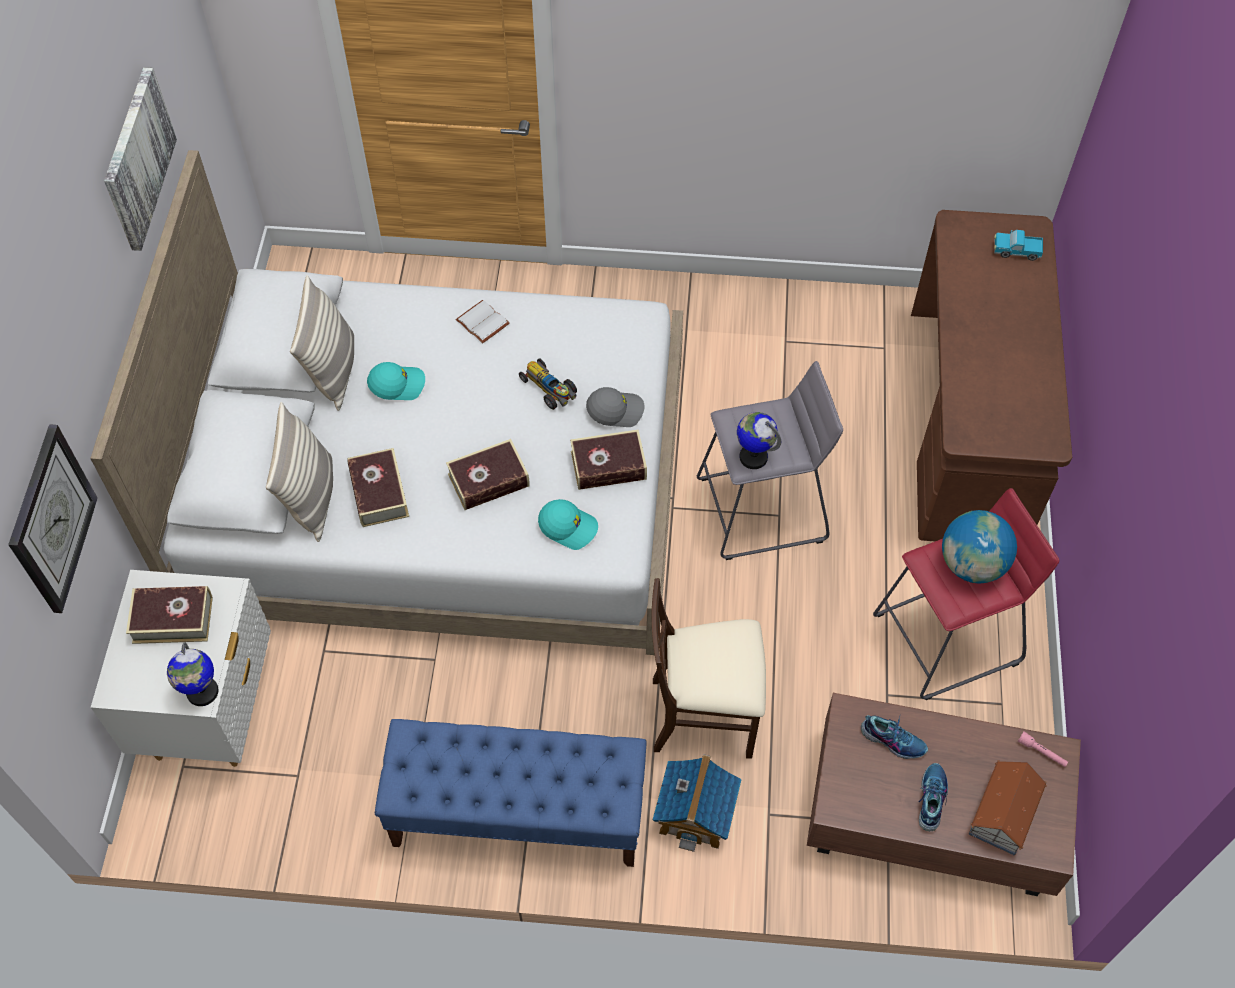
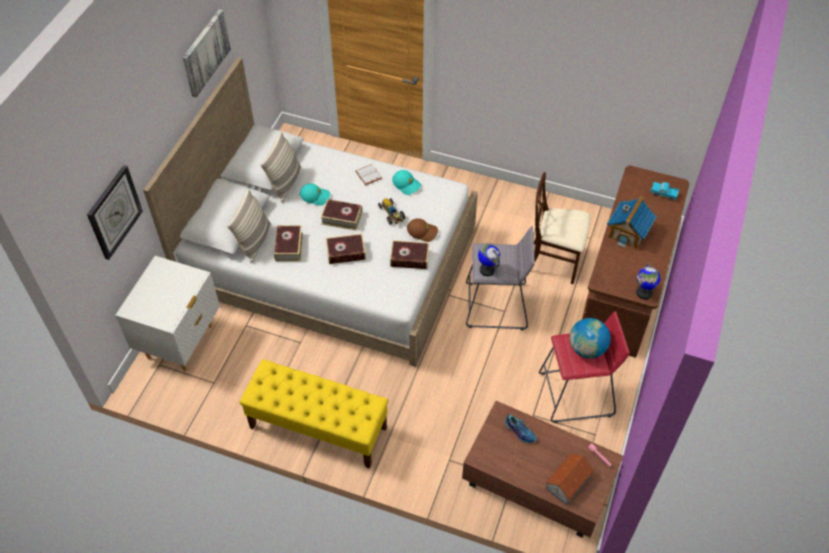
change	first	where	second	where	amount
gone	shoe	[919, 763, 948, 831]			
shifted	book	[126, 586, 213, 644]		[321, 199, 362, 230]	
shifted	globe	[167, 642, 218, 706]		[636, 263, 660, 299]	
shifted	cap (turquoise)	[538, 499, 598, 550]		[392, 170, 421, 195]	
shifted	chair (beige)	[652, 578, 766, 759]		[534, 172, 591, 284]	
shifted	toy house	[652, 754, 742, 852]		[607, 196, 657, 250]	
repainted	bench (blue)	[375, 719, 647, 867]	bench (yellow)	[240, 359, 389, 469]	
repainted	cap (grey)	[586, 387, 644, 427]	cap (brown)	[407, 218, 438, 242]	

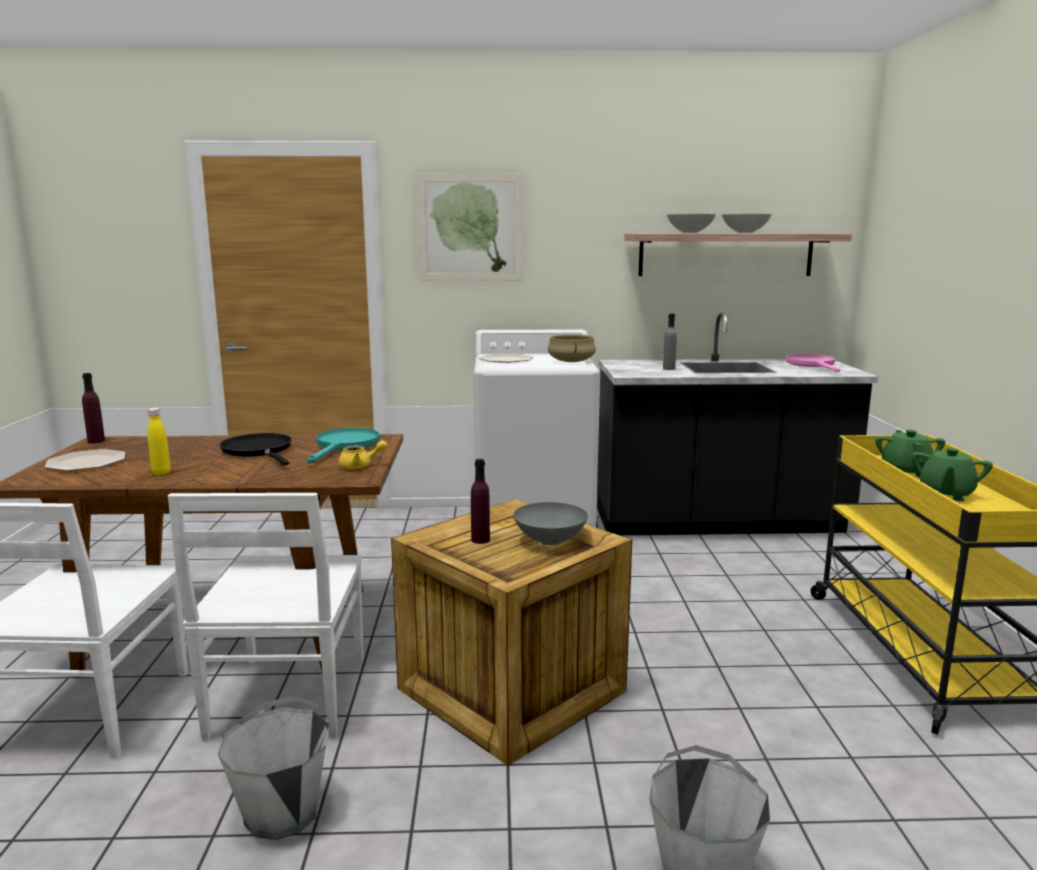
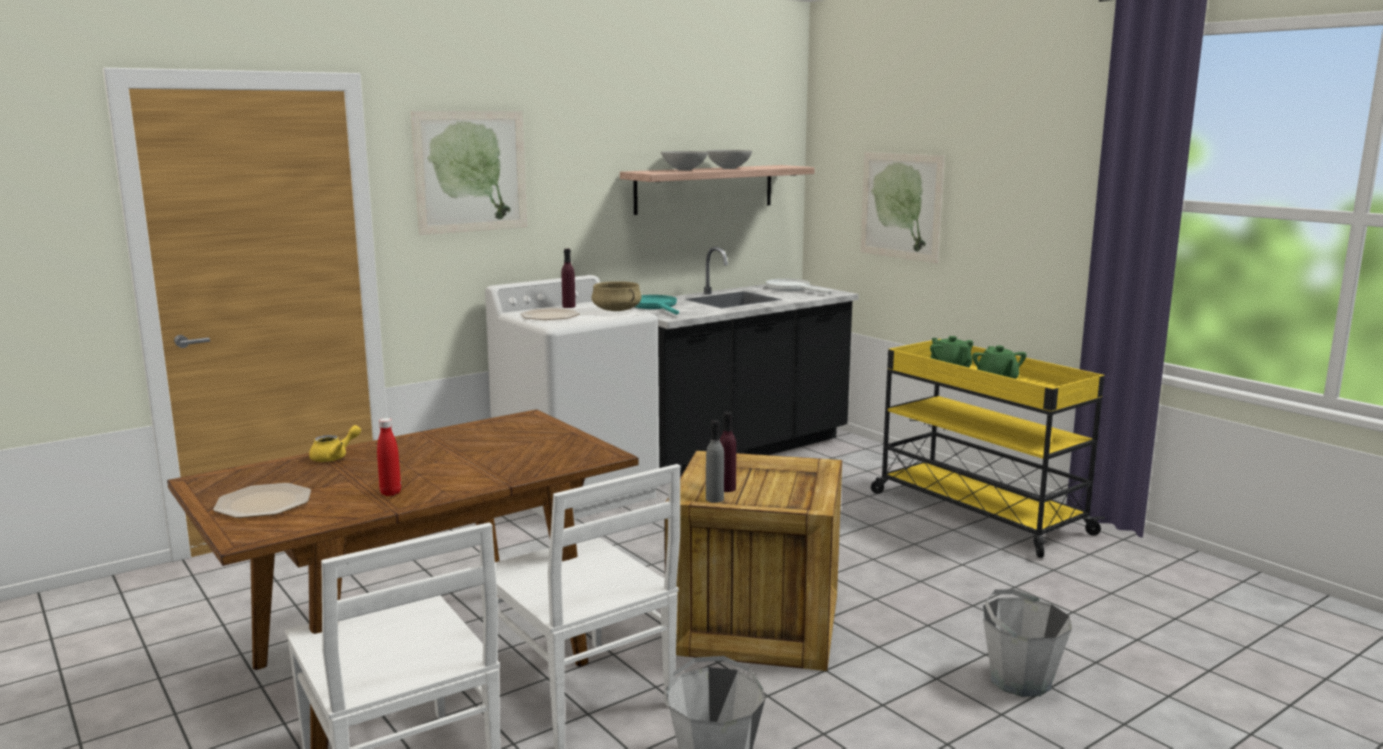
change	first	where	second	where	amount
gone	frying pan (black)	[219, 433, 292, 465]			
gone	bowl (grey)	[514, 502, 588, 545]			
new			picture	[860, 152, 945, 263]	
shifted	bottle (purple)	[82, 373, 105, 444]		[562, 249, 575, 308]	
shifted	frying pan (turquoise)	[307, 428, 380, 463]		[635, 295, 679, 315]	
shifted	teapot (yellow)	[338, 440, 388, 469]		[309, 425, 361, 462]	
shifted	bottle (grey)	[663, 314, 677, 370]		[706, 420, 724, 503]	
repainted	bottle (yellow)	[148, 408, 171, 475]	bottle (red)	[377, 418, 401, 496]	
repainted	frying pan (pink)	[785, 354, 840, 372]	frying pan (white)	[766, 279, 831, 294]	

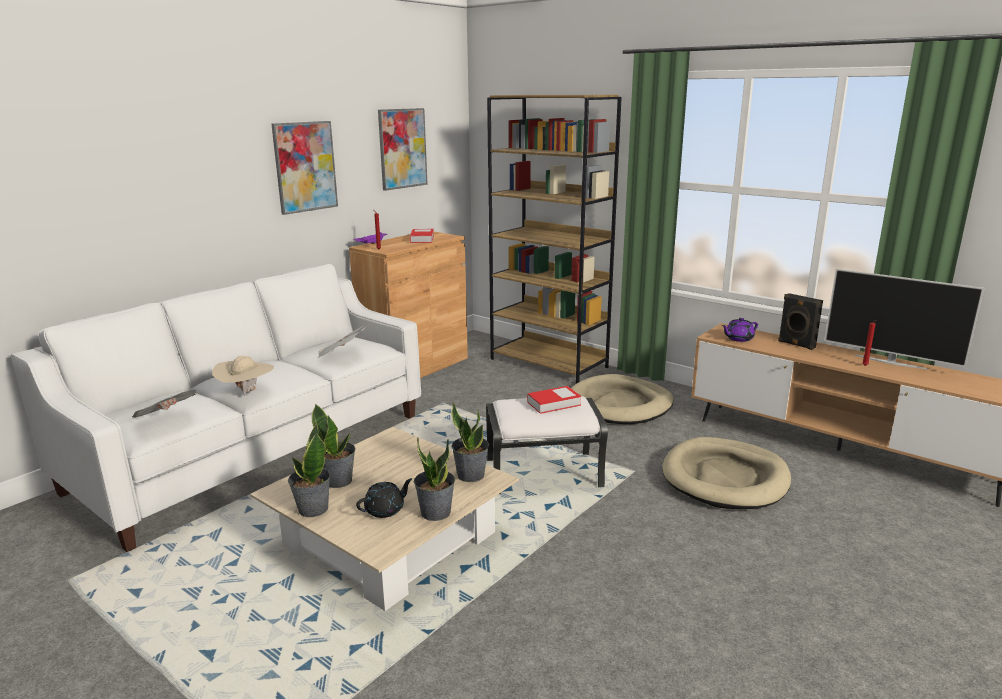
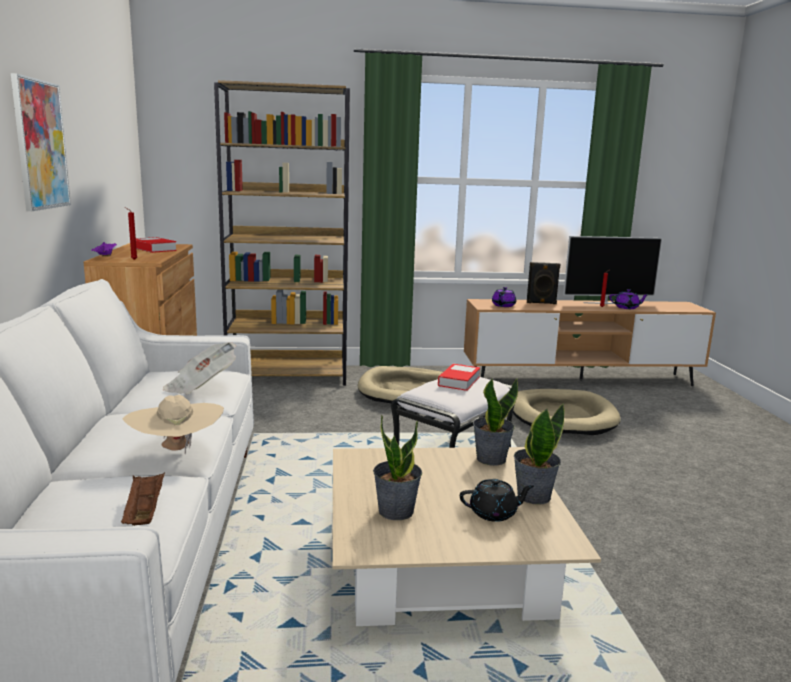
change	first	where	second	where	amount
gone	potted plant	[288, 424, 330, 517]			
gone	picture	[378, 108, 428, 191]			
new			teapot (purple)	[609, 289, 649, 309]	
swapped	newspaper	[132, 390, 196, 418]	tray (brown)	[121, 472, 165, 526]	
rotated	teapot (black)	[356, 478, 412, 518]		[460, 479, 534, 522]	75 degrees clockwise

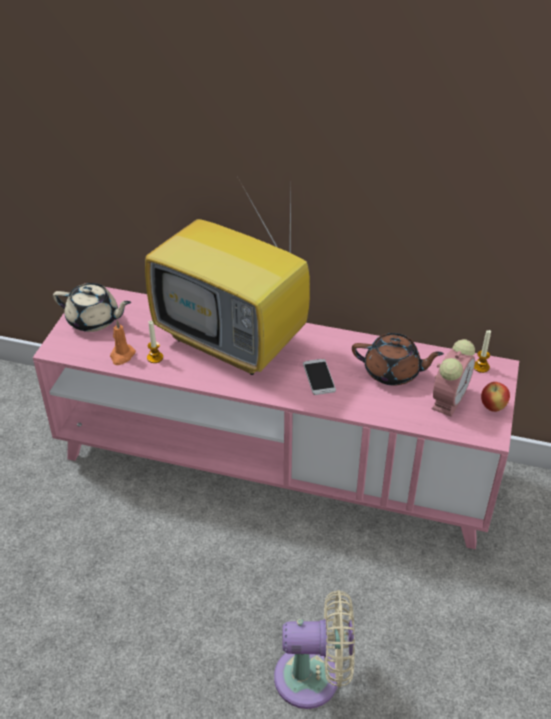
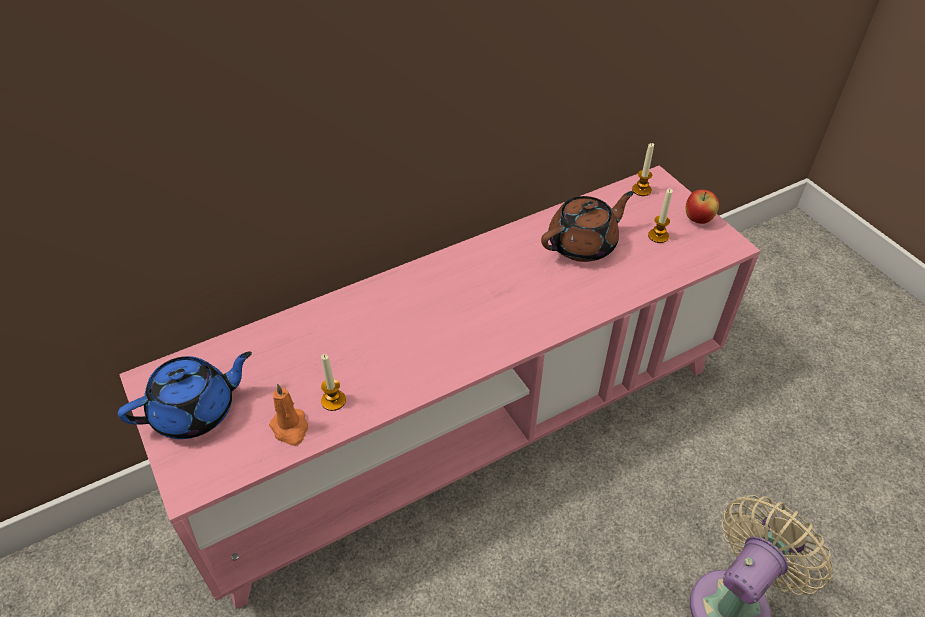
change	first	where	second	where	amount
gone	television	[145, 178, 310, 375]			
gone	phone	[303, 359, 336, 395]			
swapped	alarm clock	[432, 339, 475, 417]	candle	[648, 188, 673, 243]	
repainted	teapot (beige)	[53, 283, 131, 332]	teapot (blue)	[118, 351, 252, 439]	

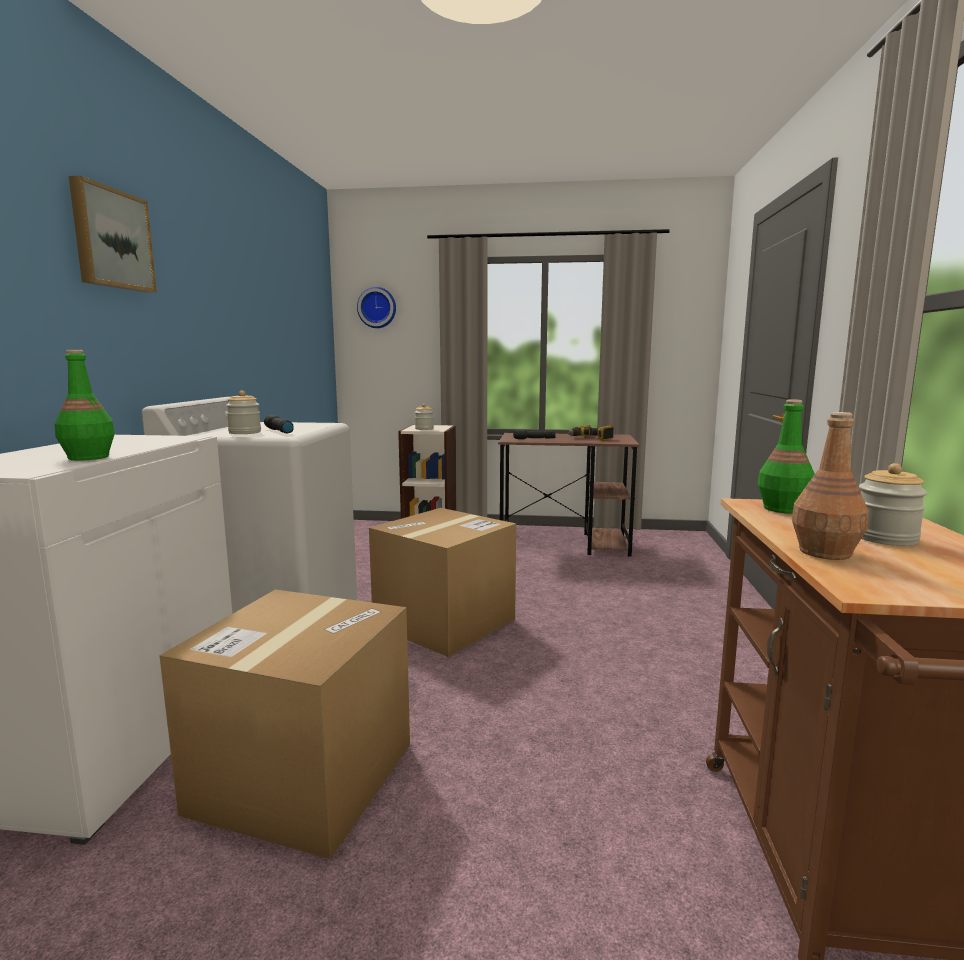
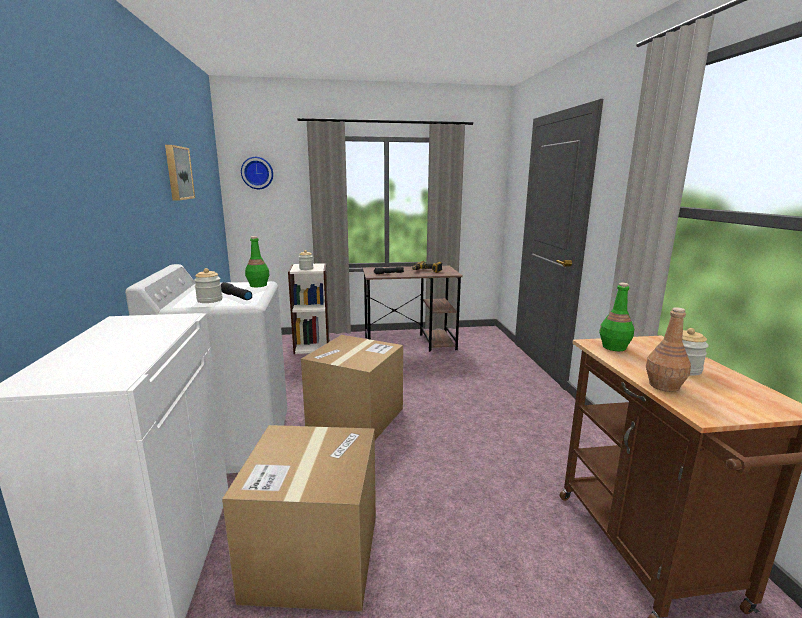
change	first	where	second	where	amount
shifted	bottle (green)	[55, 350, 115, 461]		[245, 236, 270, 287]	
shifted	picture	[69, 176, 157, 293]		[165, 145, 195, 200]	

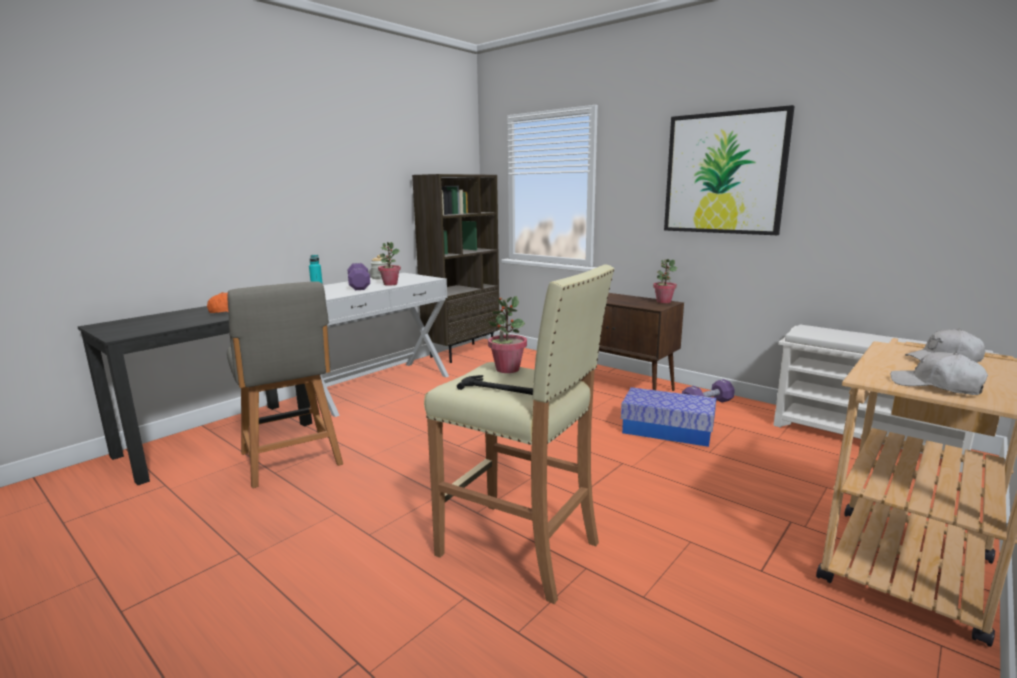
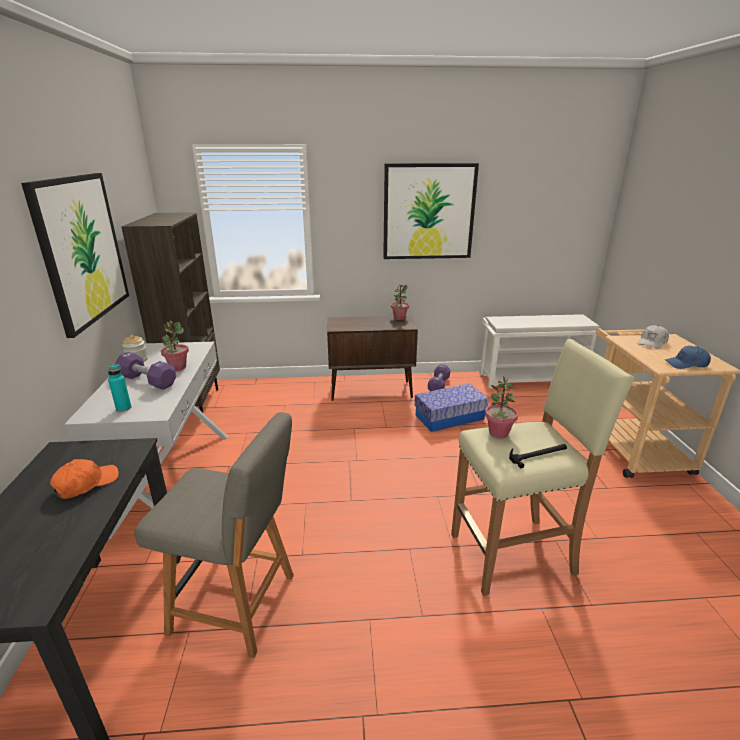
change	first	where	second	where	amount
new			picture	[21, 173, 129, 338]	
repainted	cap (white)	[891, 352, 988, 395]	cap (blue)	[665, 346, 711, 369]	

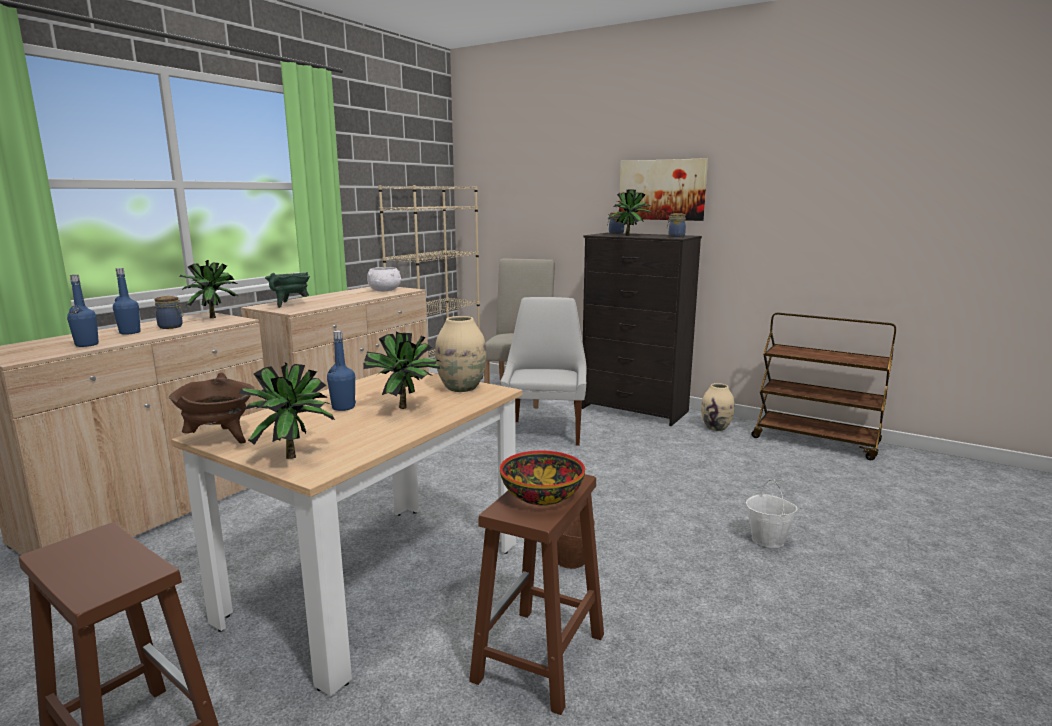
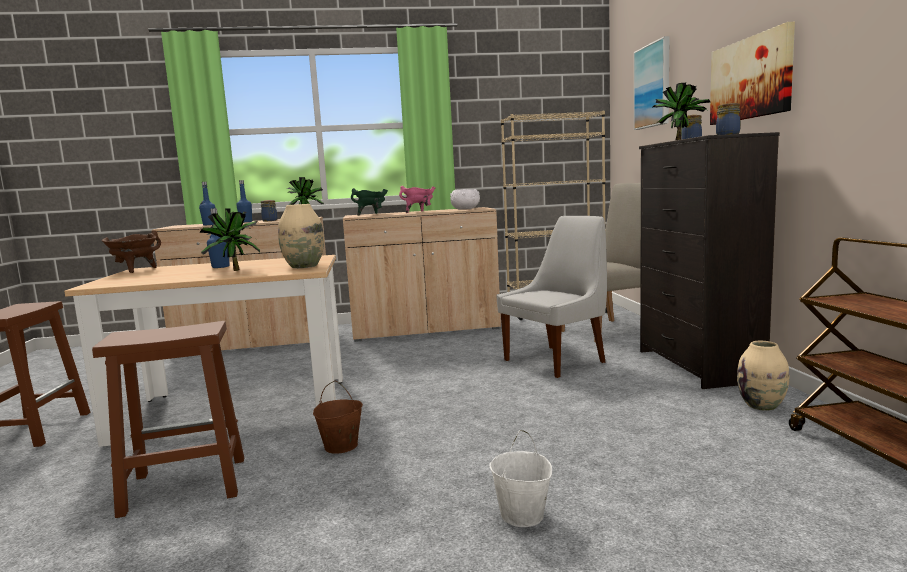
change	first	where	second	where	amount
gone	potted plant	[239, 362, 335, 459]			
gone	bowl	[500, 451, 585, 505]			
new			cooking pot (pink)	[399, 186, 435, 213]	
new			picture	[634, 36, 670, 130]	

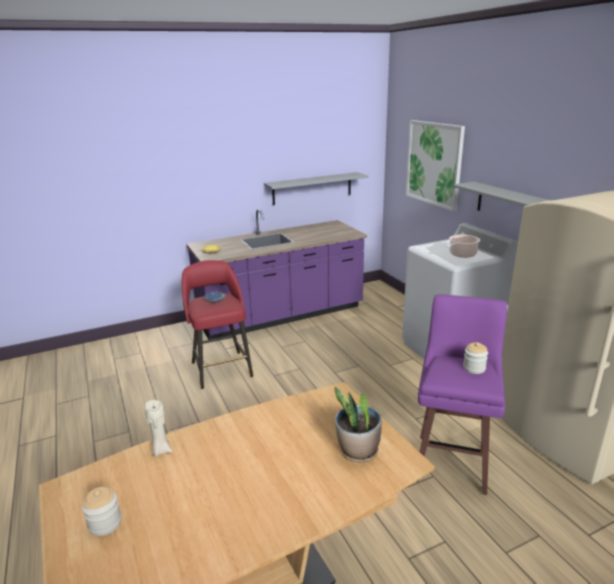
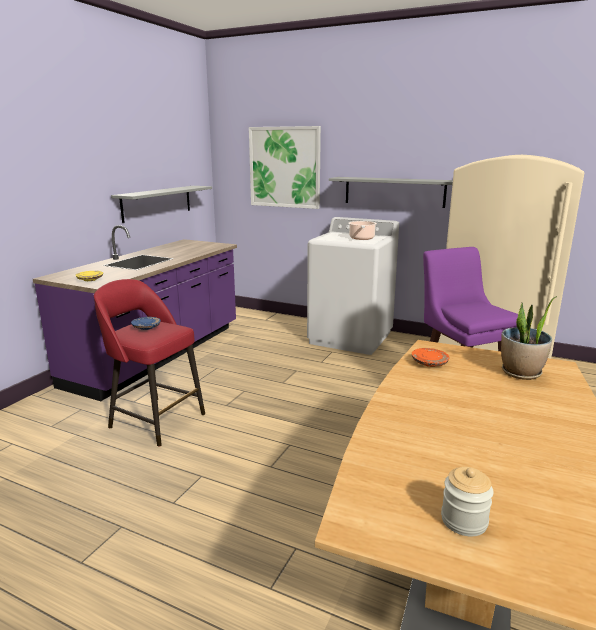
change	first	where	second	where	amount
gone	candle (beige)	[145, 400, 173, 456]			
gone	jar	[463, 342, 488, 374]			
new			plate (orange)	[412, 348, 450, 367]	

